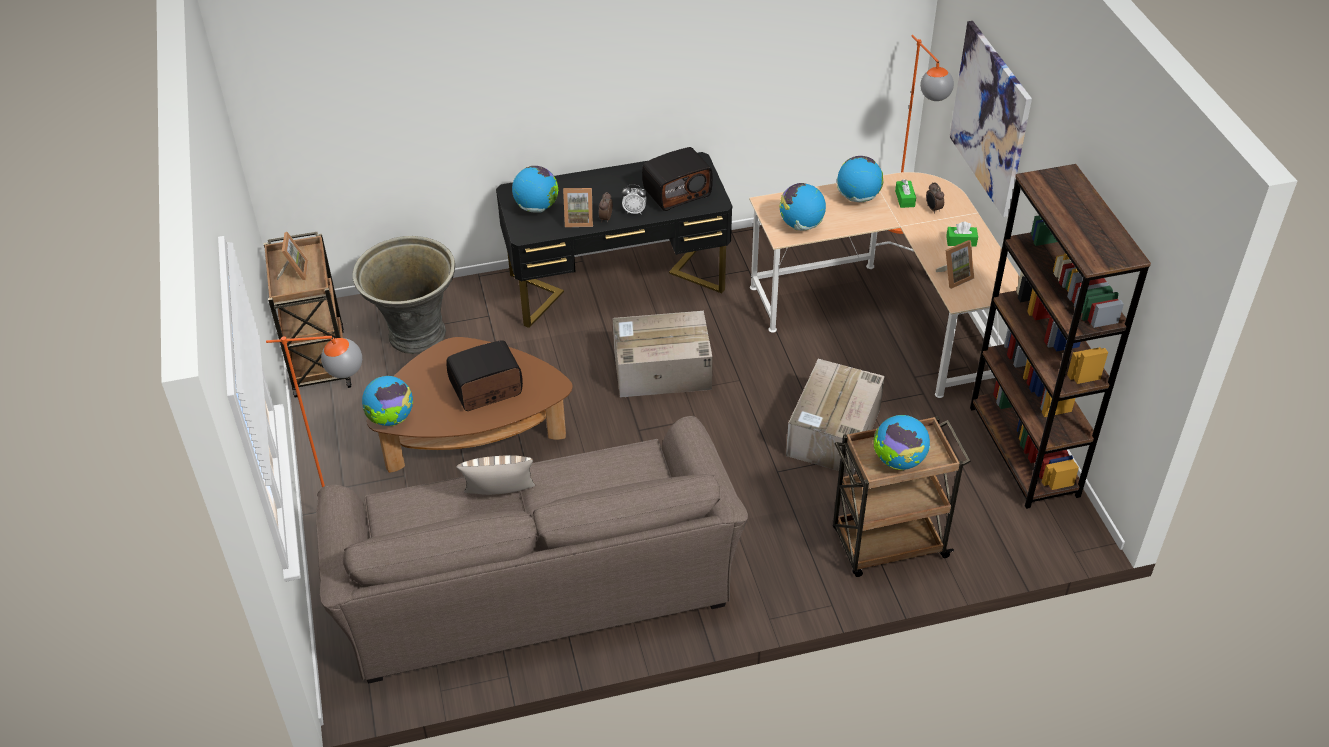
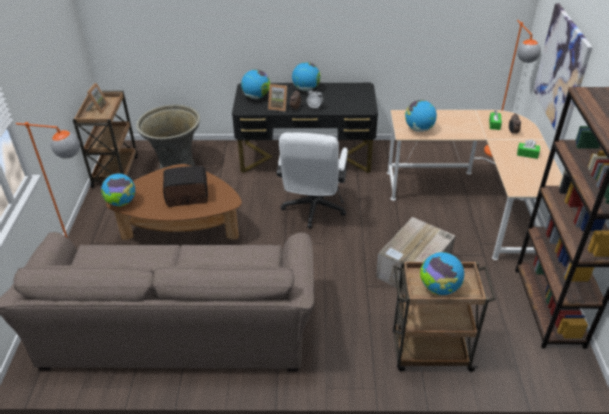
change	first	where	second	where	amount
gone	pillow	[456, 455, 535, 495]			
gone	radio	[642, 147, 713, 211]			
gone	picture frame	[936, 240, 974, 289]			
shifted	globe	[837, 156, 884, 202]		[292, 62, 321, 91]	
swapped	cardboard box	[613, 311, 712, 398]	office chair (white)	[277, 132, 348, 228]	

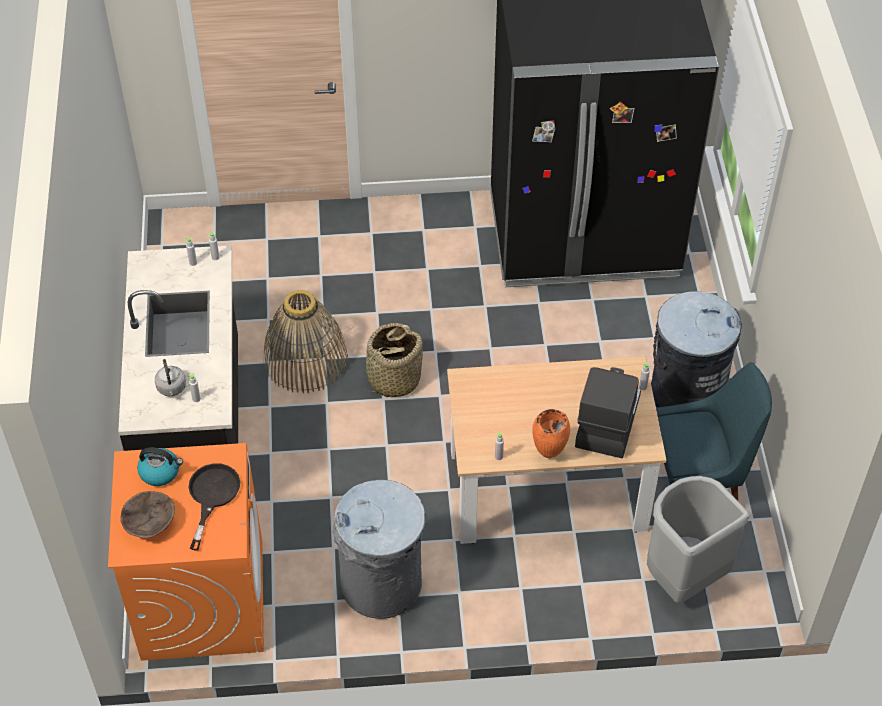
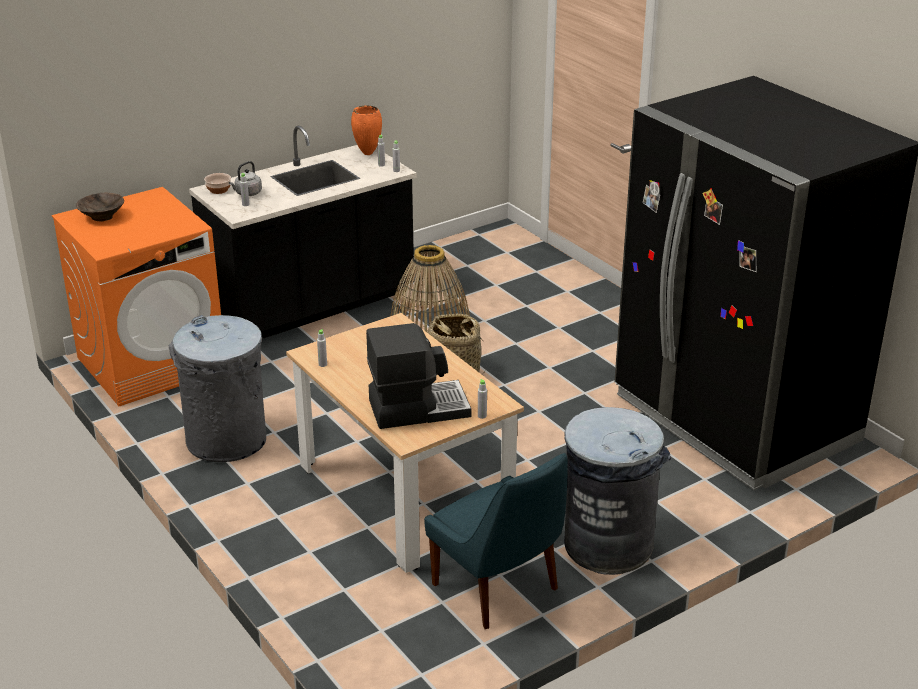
change	first	where	second	where	amount
gone	kettle	[137, 447, 183, 486]			
gone	frying pan (black)	[188, 463, 240, 550]			
gone	trash can (grey)	[647, 476, 749, 603]			
new			bowl	[204, 173, 231, 194]	
shifted	vase (orange)	[532, 409, 570, 458]		[351, 105, 382, 155]	

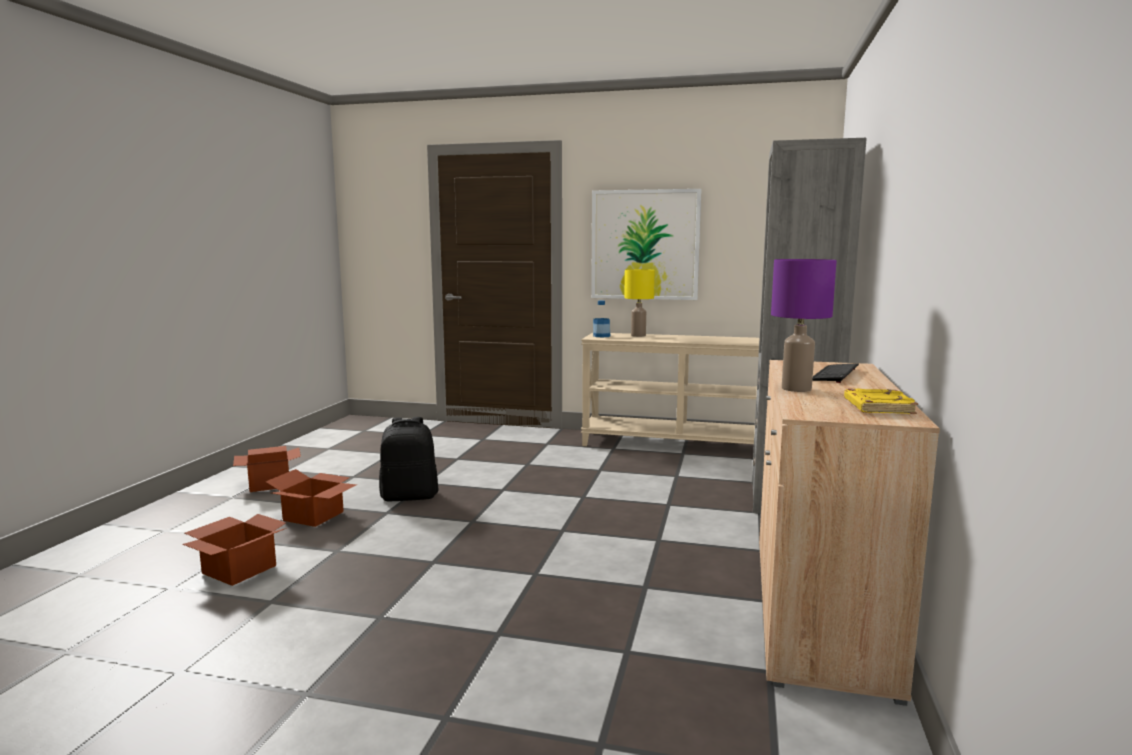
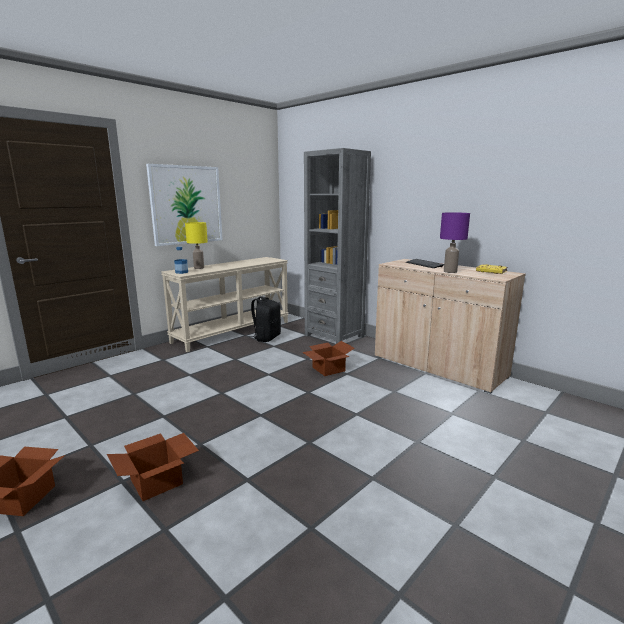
change	first	where	second	where	amount
shifted	cardboard box	[182, 514, 286, 586]		[302, 341, 355, 376]	
shifted	backpack (black)	[379, 417, 439, 501]		[249, 296, 281, 342]	

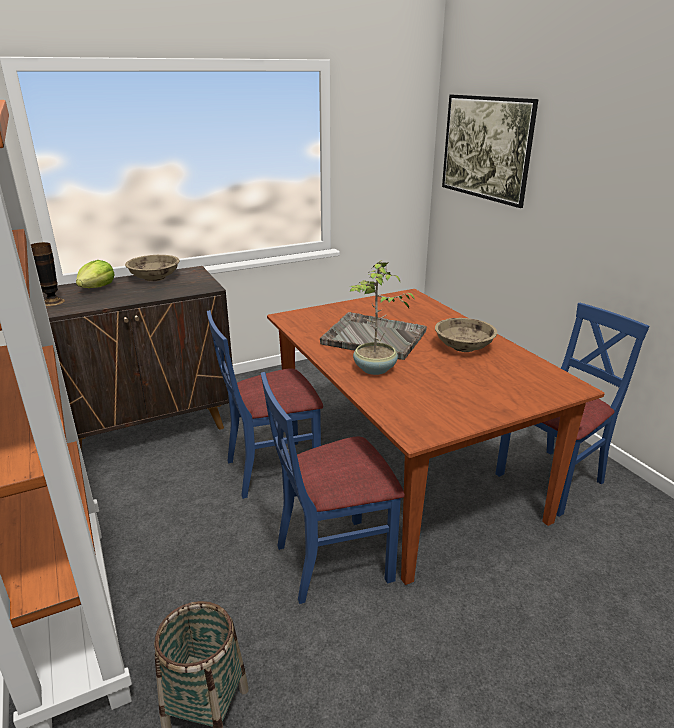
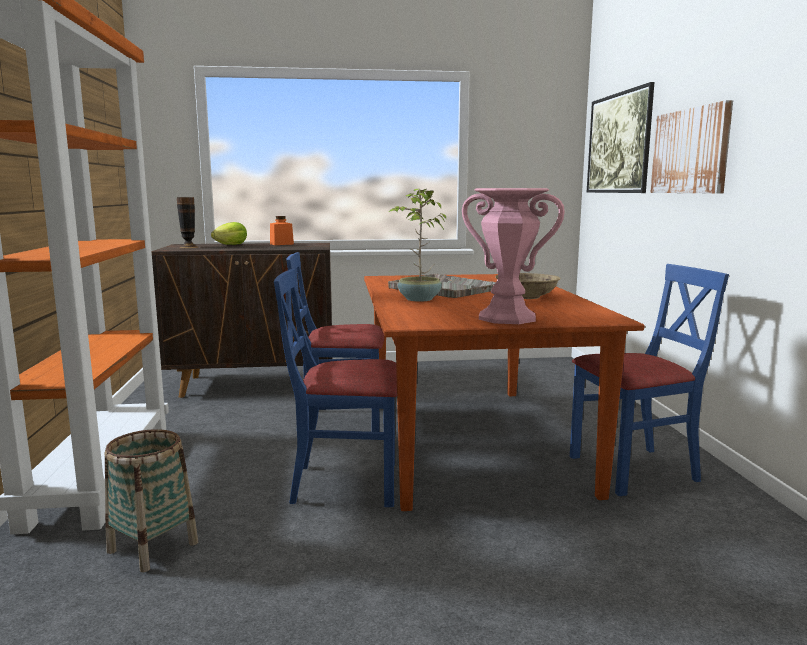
change	first	where	second	where	amount
new			vase (pink)	[462, 188, 565, 324]	
new			picture	[650, 100, 733, 194]	
swapped	bowl (beige)	[125, 255, 180, 281]	jar (orange)	[270, 216, 294, 245]	

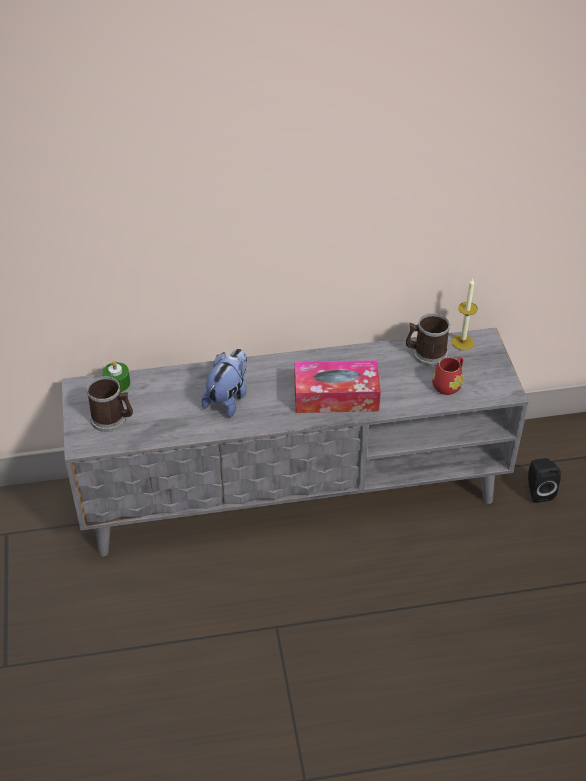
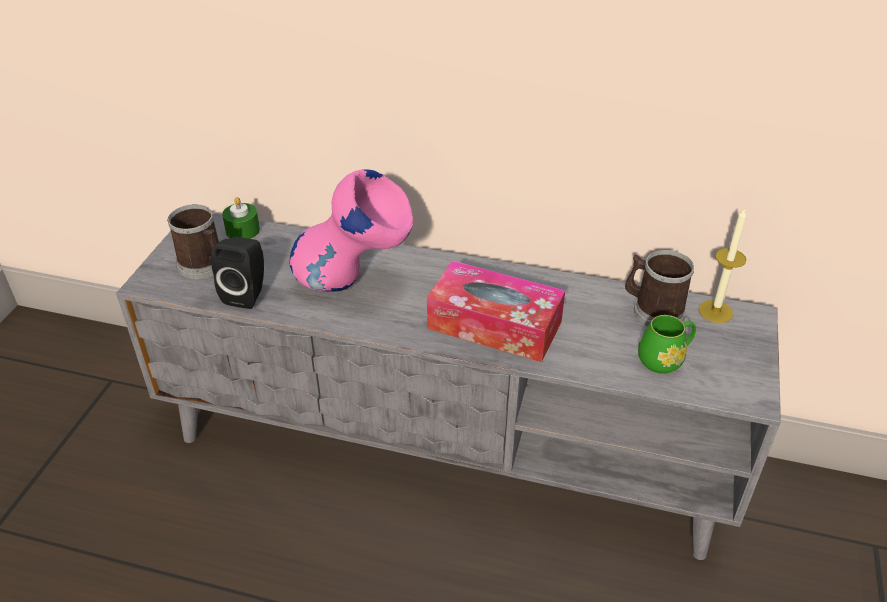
change	first	where	second	where	amount
shifted	speaker (black)	[528, 458, 561, 503]		[211, 237, 264, 309]	
swapped	plush toy	[201, 349, 247, 418]	vase (pink)	[290, 169, 413, 292]	
repainted	mug (red)	[432, 357, 463, 395]	mug (green)	[638, 315, 696, 374]	

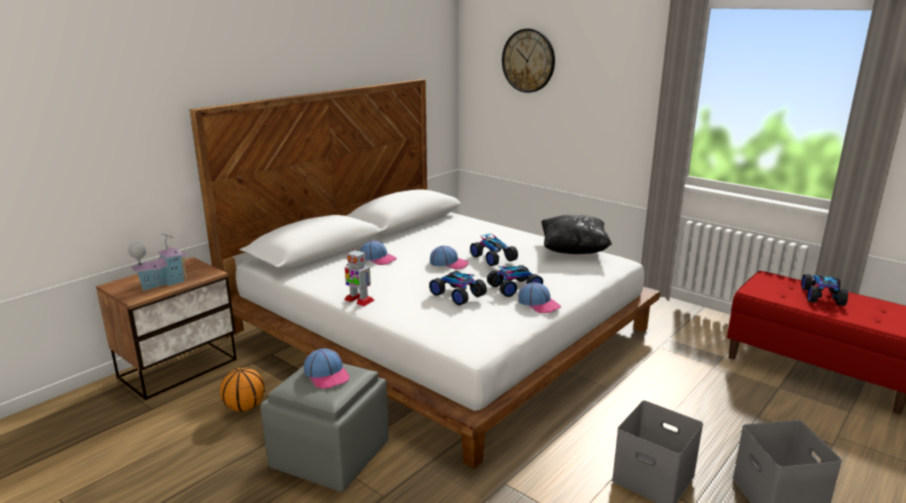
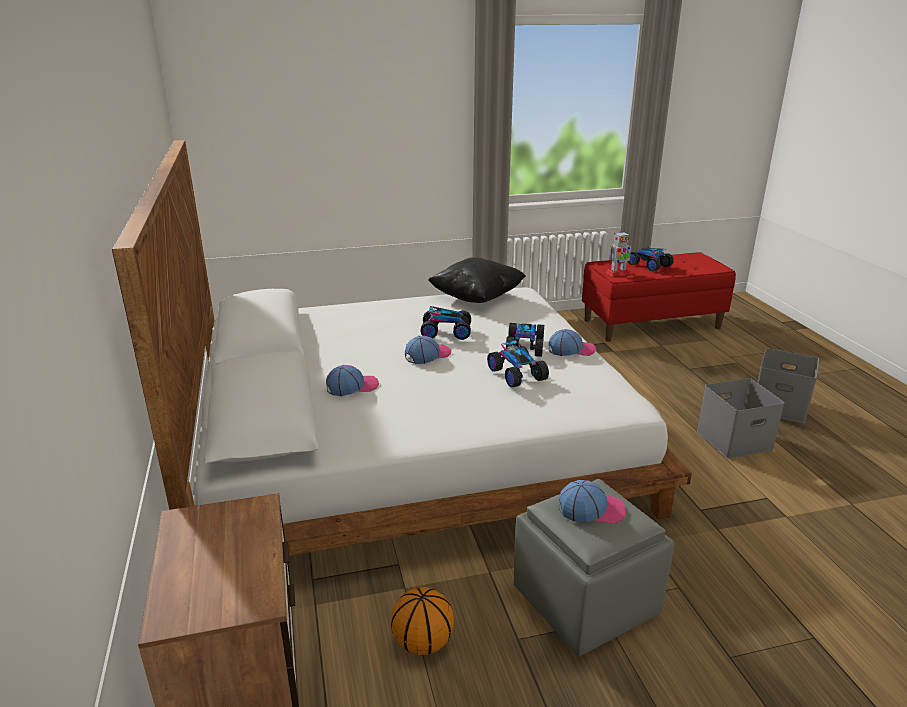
change	first	where	second	where	amount
gone	toy house	[128, 234, 188, 291]			
gone	wall clock	[502, 28, 555, 93]			
shifted	toy robot	[344, 249, 375, 306]		[606, 231, 631, 276]	
rotated	toy car	[429, 271, 487, 306]		[487, 340, 549, 388]	105 degrees counterclockwise

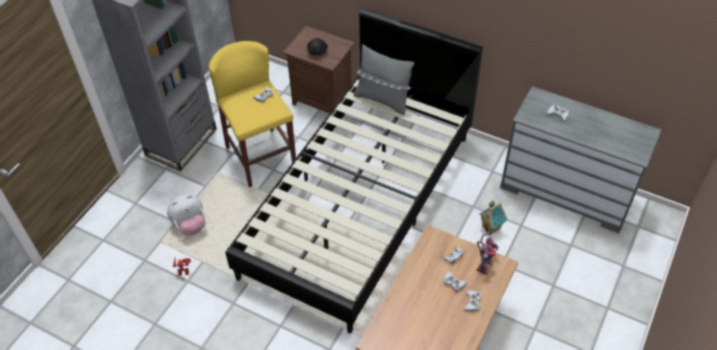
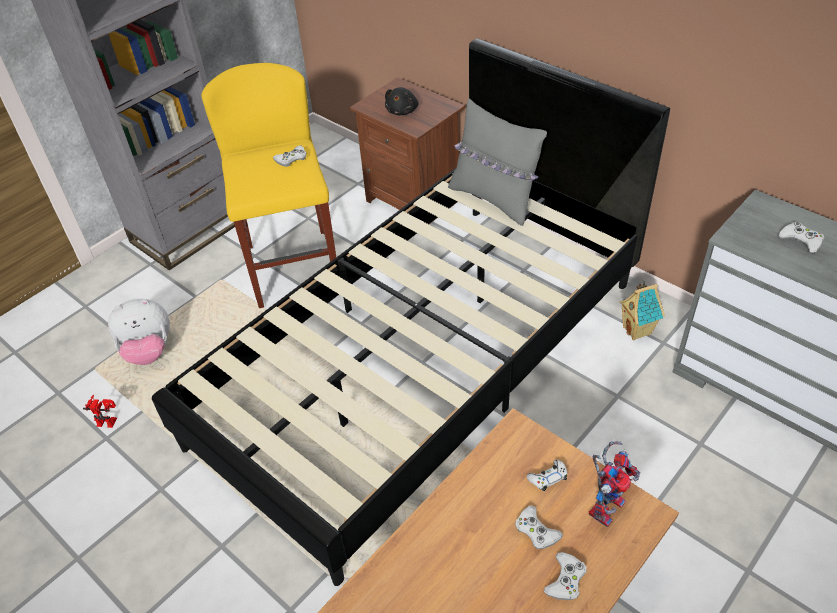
change	first	where	second	where	amount
shifted	toy house	[479, 200, 507, 235]		[619, 280, 665, 340]	

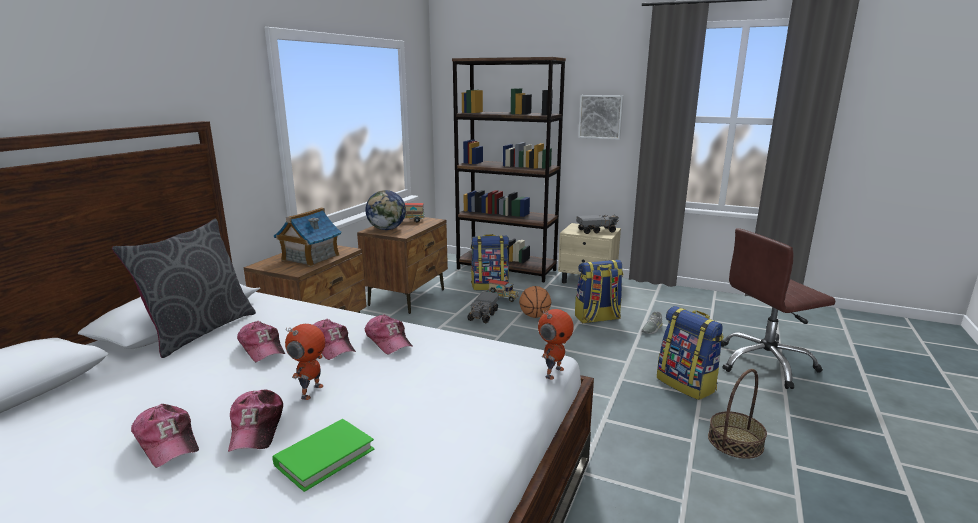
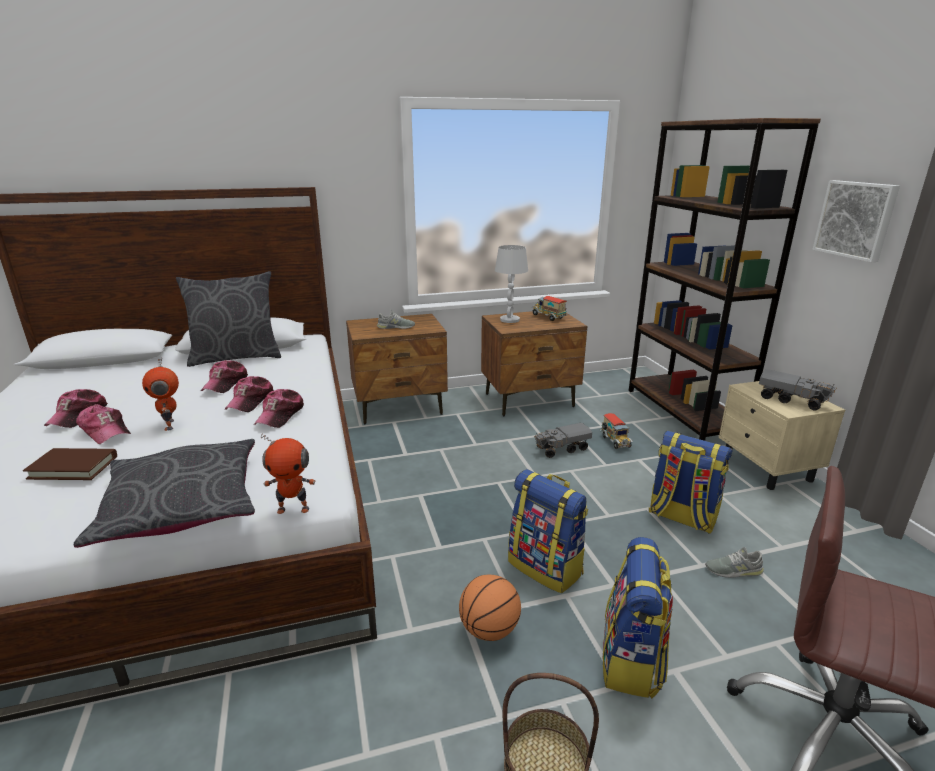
change	first	where	second	where	amount
new			pillow (grey)	[74, 439, 255, 548]	
shifted	backpack	[471, 234, 509, 290]		[508, 469, 588, 594]	
shifted	basketball	[519, 286, 551, 318]		[459, 575, 521, 641]	
swapped	toy house	[274, 208, 342, 267]	shoe (grey)	[377, 309, 415, 329]	
swapped	globe	[365, 190, 406, 230]	table lamp (white)	[495, 245, 528, 323]	
repainted	book (green)	[272, 419, 374, 492]	book (brown)	[23, 448, 117, 480]	
rotated	cap	[228, 390, 283, 452]		[76, 404, 131, 444]	90 degrees counterclockwise
rotated	toy robot	[285, 324, 325, 400]		[142, 357, 179, 431]	90 degrees clockwise

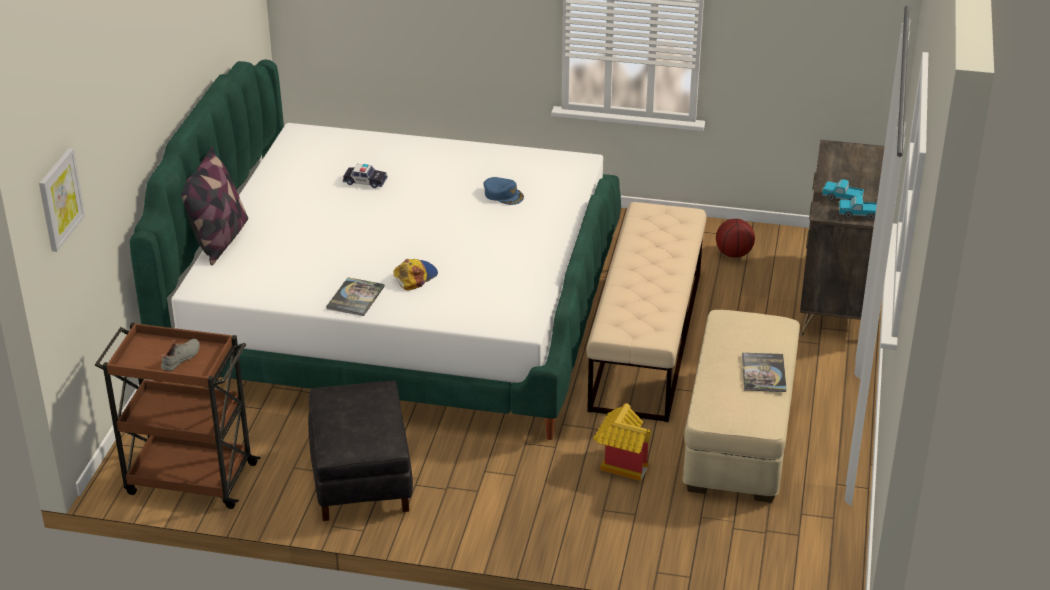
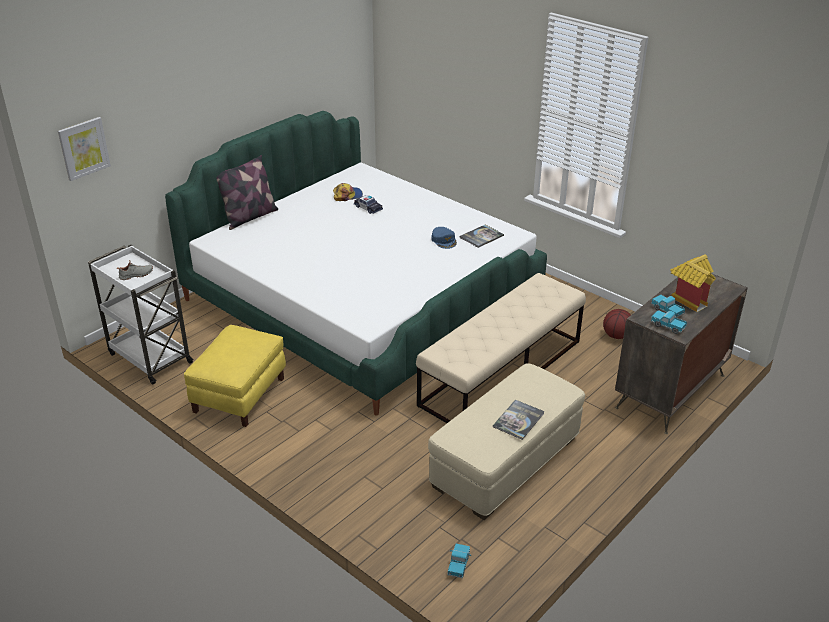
change	first	where	second	where	amount
new			toy truck	[447, 544, 471, 578]	
shifted	book	[326, 277, 385, 316]		[460, 225, 504, 248]	
shifted	cap	[394, 259, 438, 290]		[333, 183, 363, 201]	
shifted	toy house	[594, 403, 651, 481]		[670, 254, 716, 312]	
repainted	cart (brown)	[95, 322, 261, 509]	cart (white)	[88, 245, 194, 385]	
repainted	ottoman (black)	[308, 380, 413, 521]	ottoman (yellow)	[184, 325, 286, 427]	

